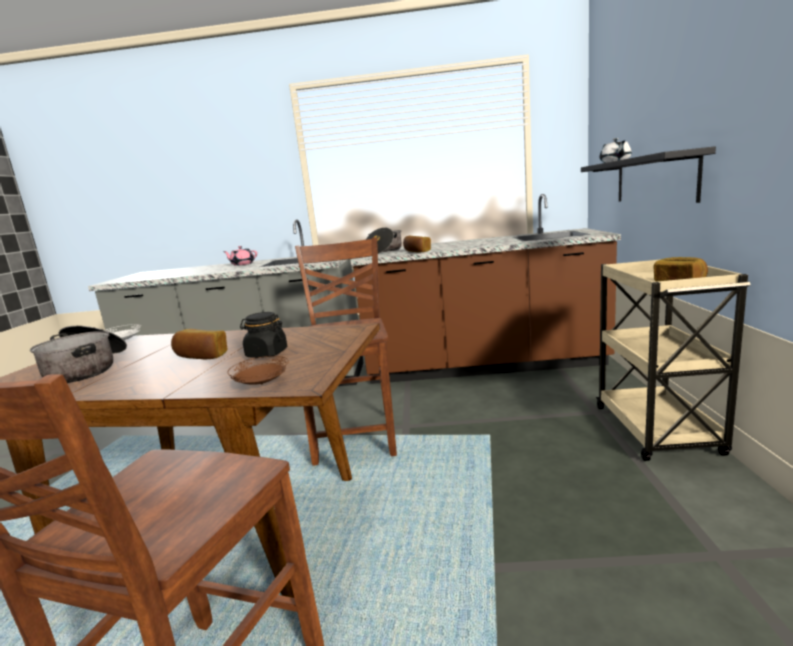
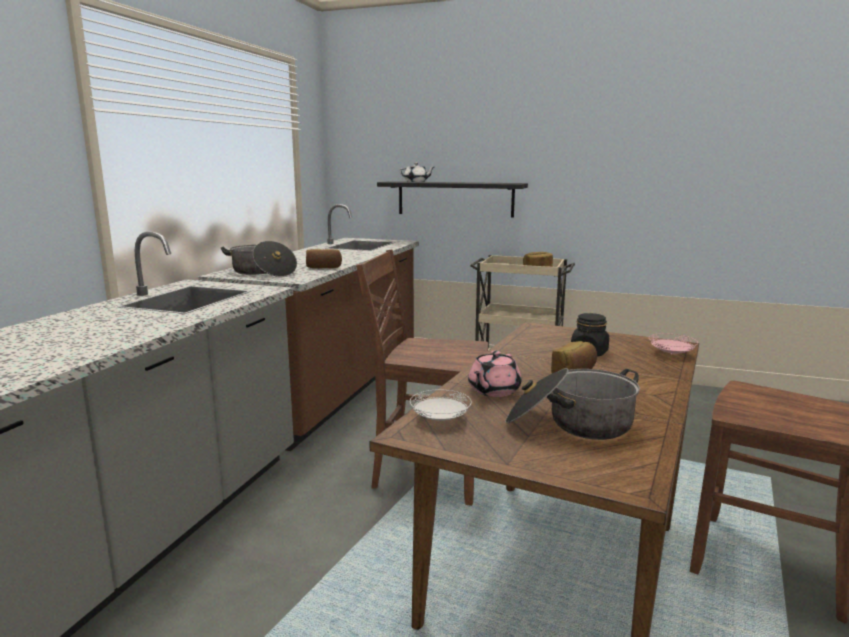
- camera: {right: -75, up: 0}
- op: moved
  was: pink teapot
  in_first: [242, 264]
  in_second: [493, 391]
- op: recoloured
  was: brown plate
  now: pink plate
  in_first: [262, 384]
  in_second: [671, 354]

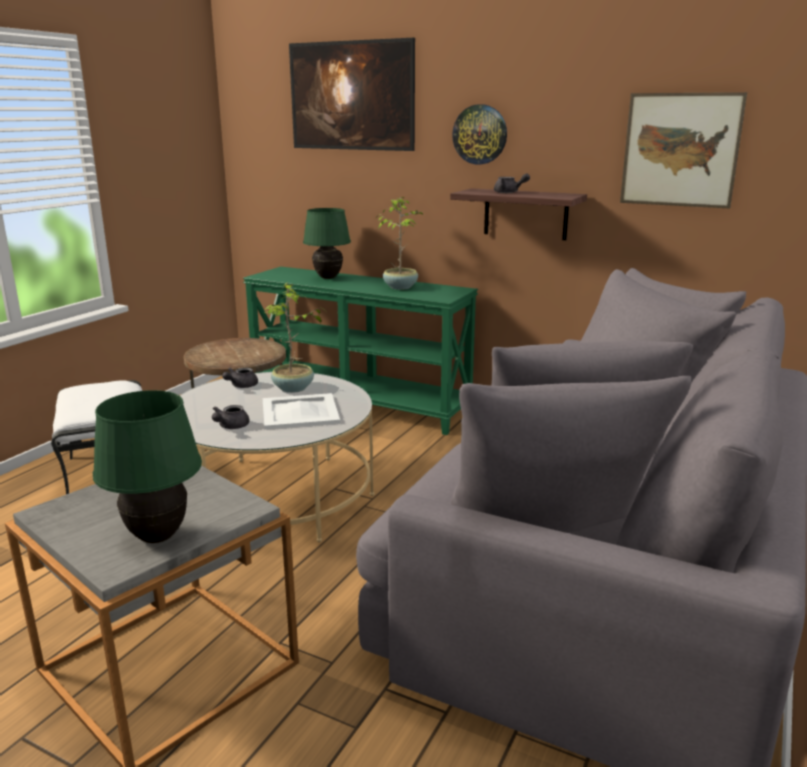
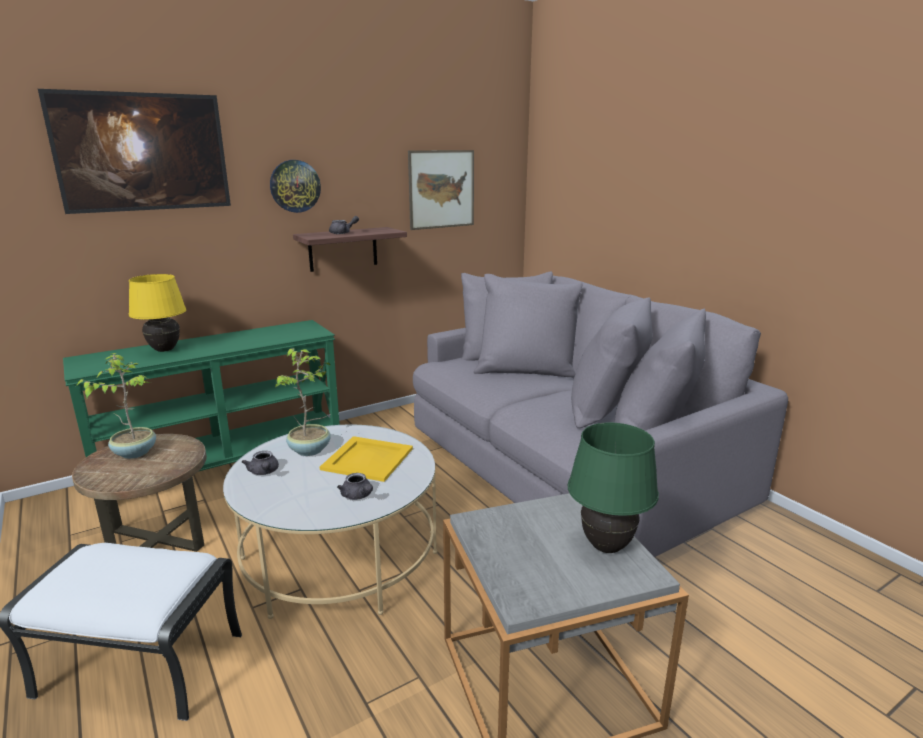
- camera: {right: -60, up: 0}
- op: recoloured
  was: white tray
  now: yellow tray
  in_first: [299, 411]
  in_second: [366, 459]
- op: recoloured
  was: green table lamp
  now: yellow table lamp
  in_first: [328, 278]
  in_second: [165, 350]
- op: moved
  was: potted plant
  in_first: [400, 287]
  in_second: [134, 452]

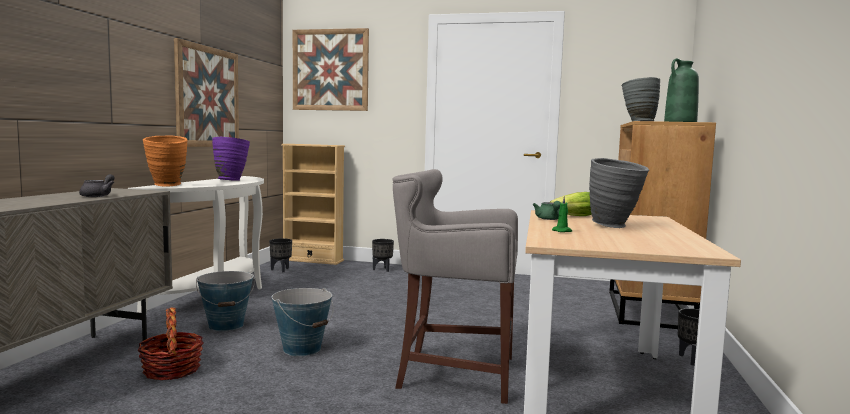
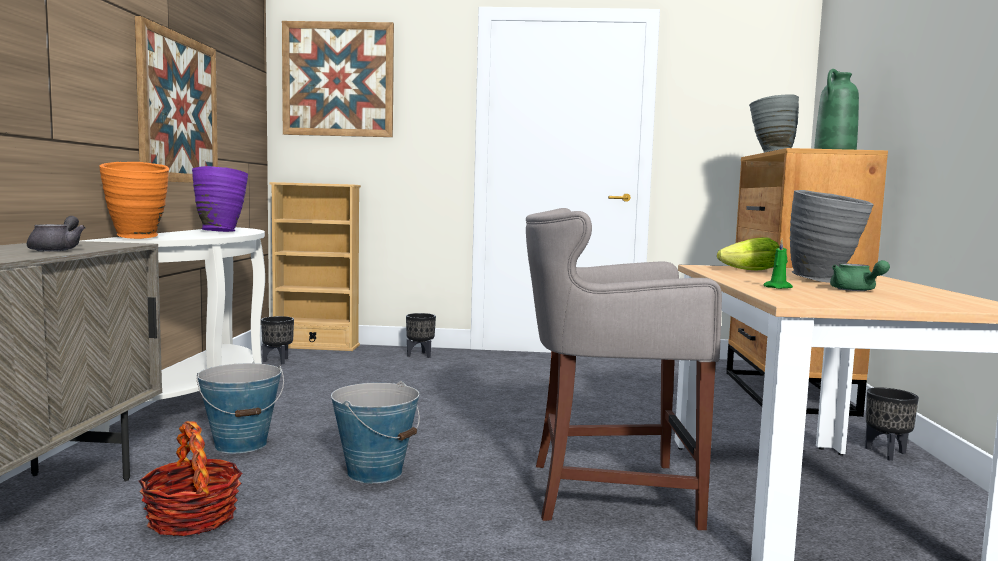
- camera: {right: -10, up: 0}
- op: moved
  was: green teapot
  in_first: [549, 219]
  in_second: [856, 290]

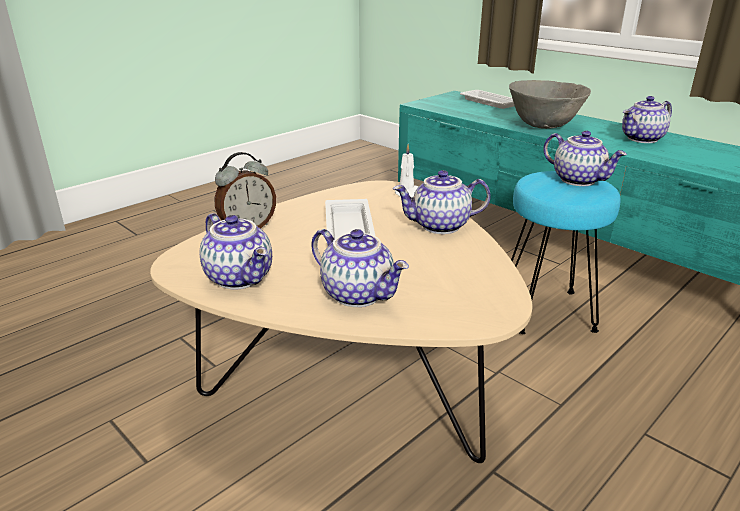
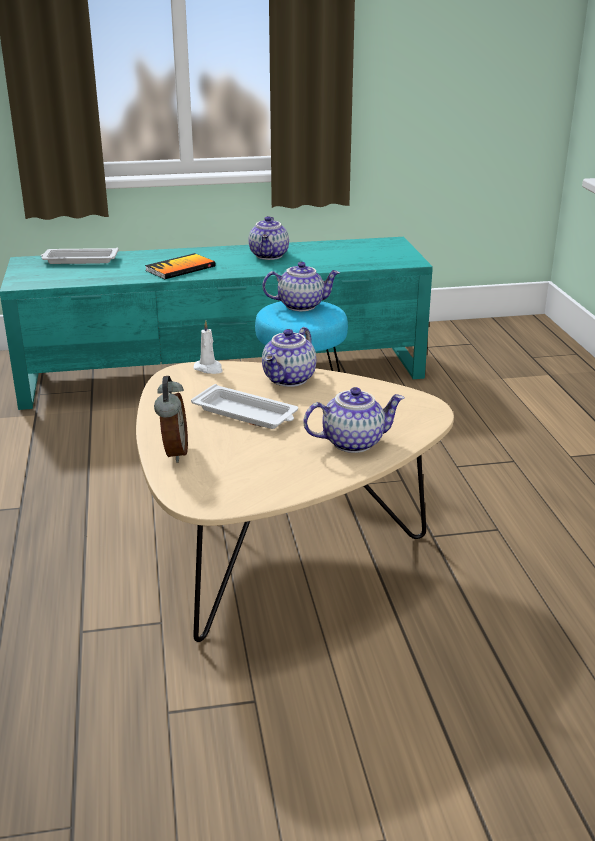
- camera: {right: -55, up: 0}
- op: removed
  was: teapot
  in_first: [241, 278]
- op: replaced
  was: grey bowl
  now: book
  in_first: [543, 125]
  in_second: [180, 268]

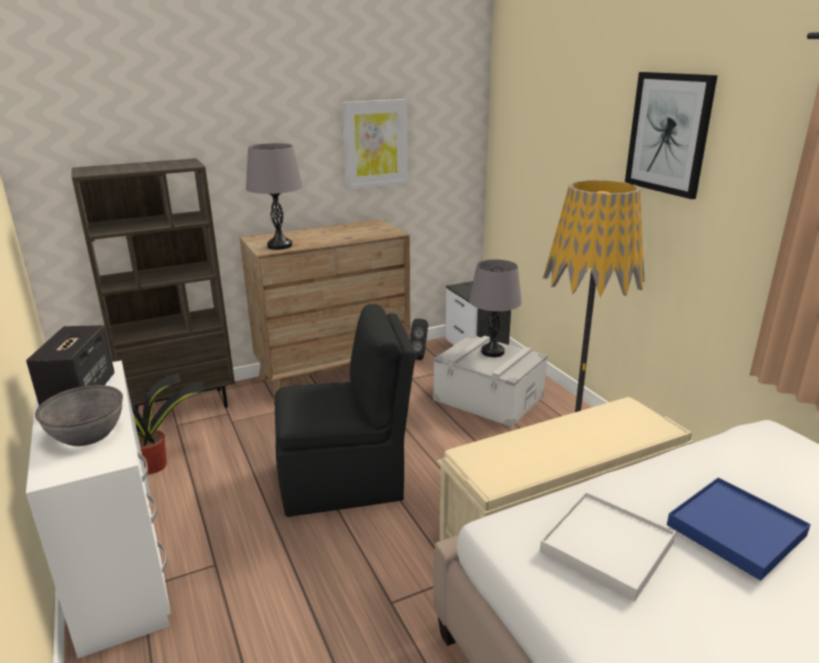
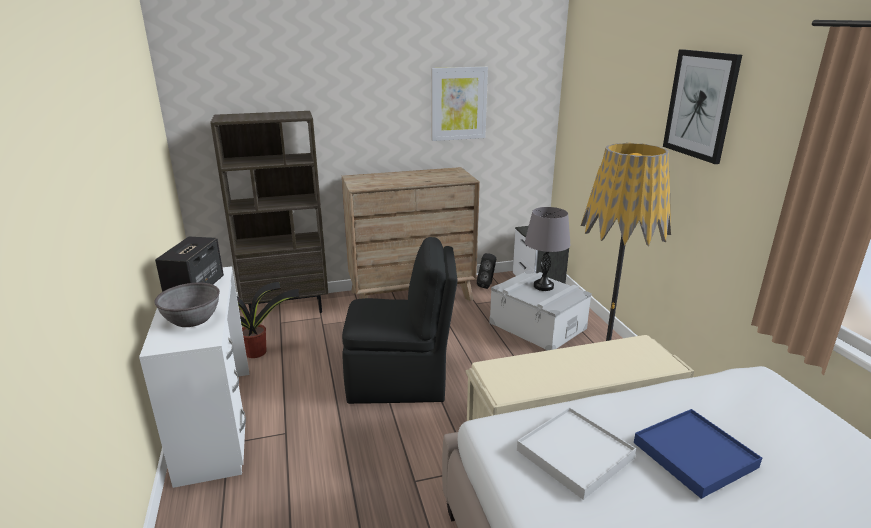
- camera: {right: 10, up: 0}
- op: removed
  was: grey table lamp
  in_first: [279, 246]

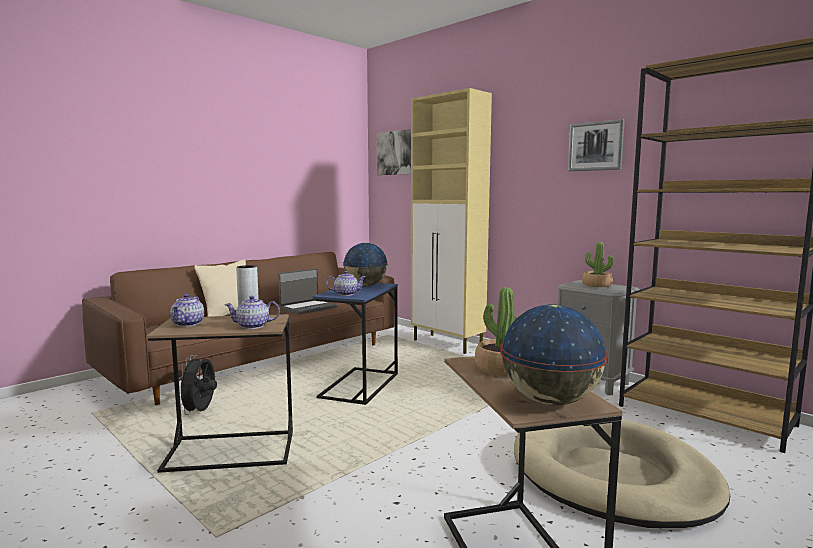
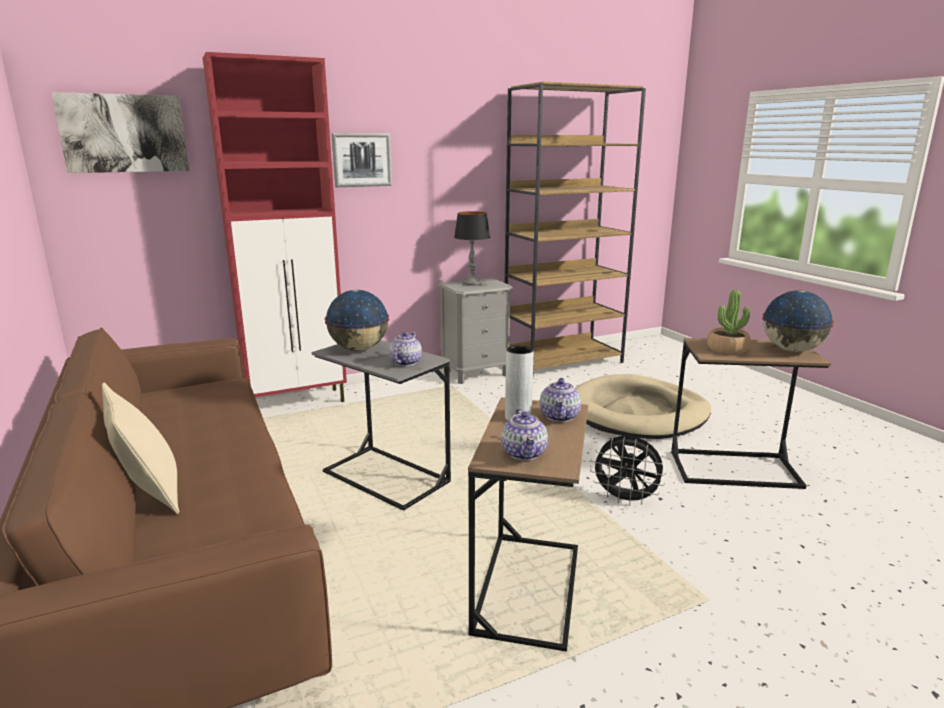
- camera: {right: -70, up: 10}
- op: turned
  was: teapot
  in_first: [188, 324]
  in_second: [524, 453]
  clockwise: 60
- op: moved
  was: black fan
  in_first: [200, 412]
  in_second: [626, 499]
- op: removed
  was: laptop
  in_first: [308, 308]
- op: recoloured
  was: blue side table
  now: grey side table
  in_first: [359, 386]
  in_second: [386, 477]
- op: recoloured
  was: beige cabinet
  now: red cabinet
  in_first: [448, 344]
  in_second: [298, 402]
- op: moved
  was: picture
  in_first: [595, 146]
  in_second: [362, 160]
- op: replaced
  was: potted plant
  now: table lamp
  in_first: [596, 285]
  in_second: [472, 283]

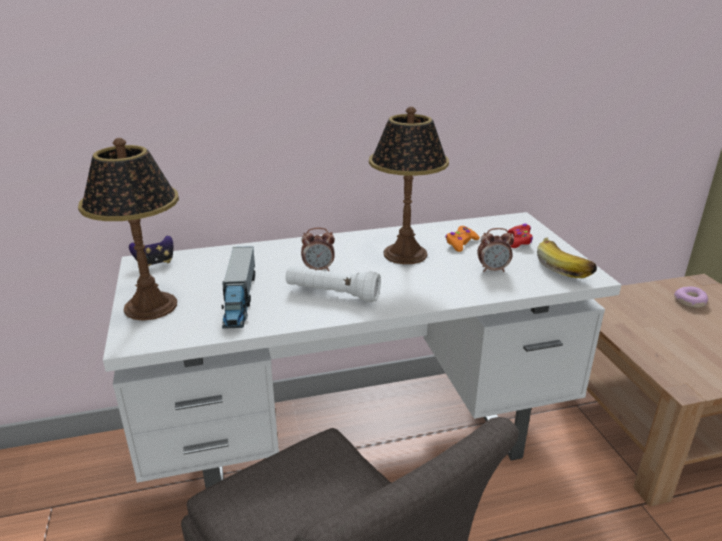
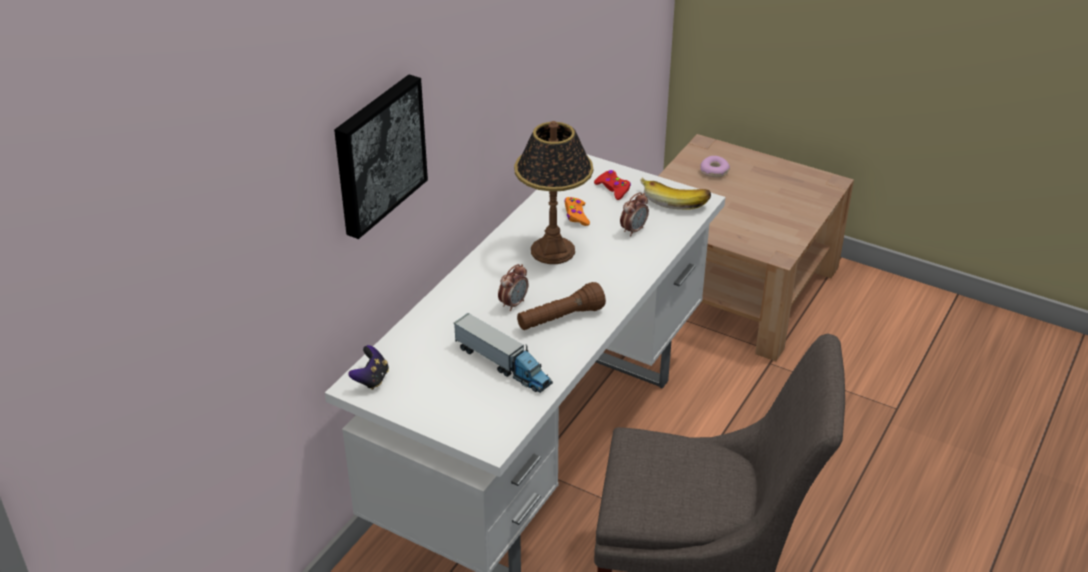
- camera: {right: -45, up: 10}
- op: removed
  was: table lamp
  in_first: [150, 306]
- op: recoloured
  was: white flashlight
  now: brown flashlight
  in_first: [332, 294]
  in_second: [560, 319]
- op: added
  now: picture
  in_second: [377, 154]

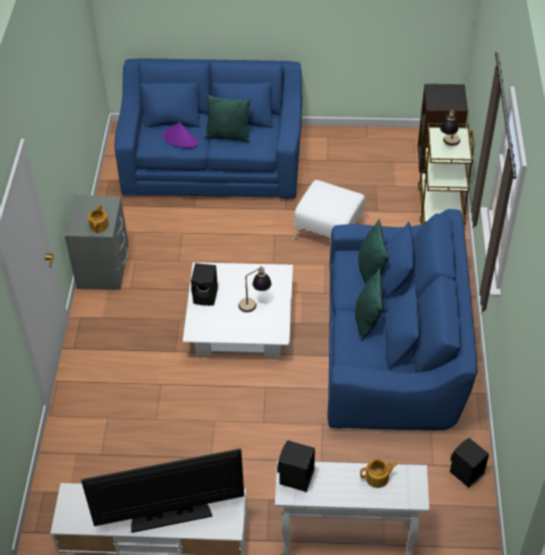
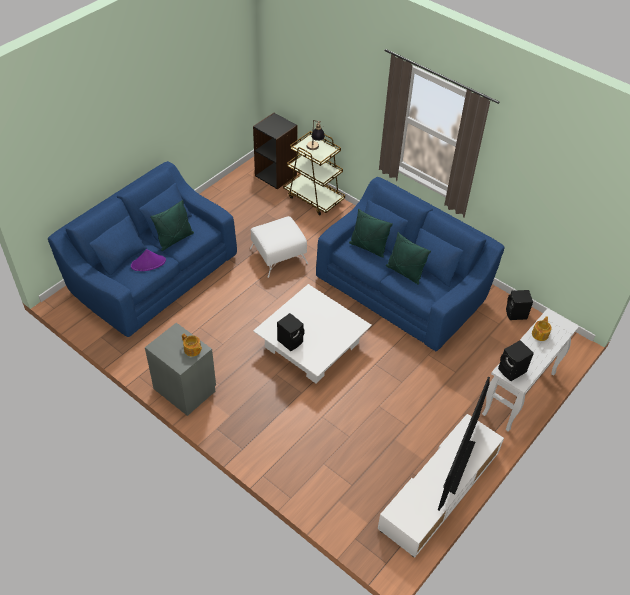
- camera: {right: -55, up: 0}
- op: removed
  was: table lamp
  in_first: [255, 303]

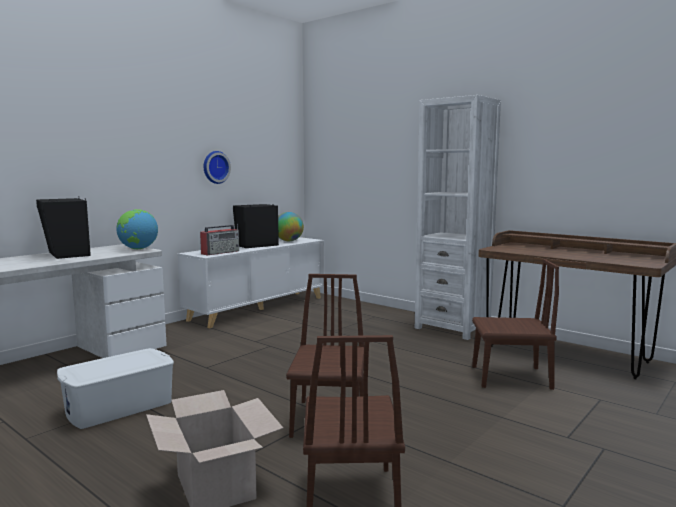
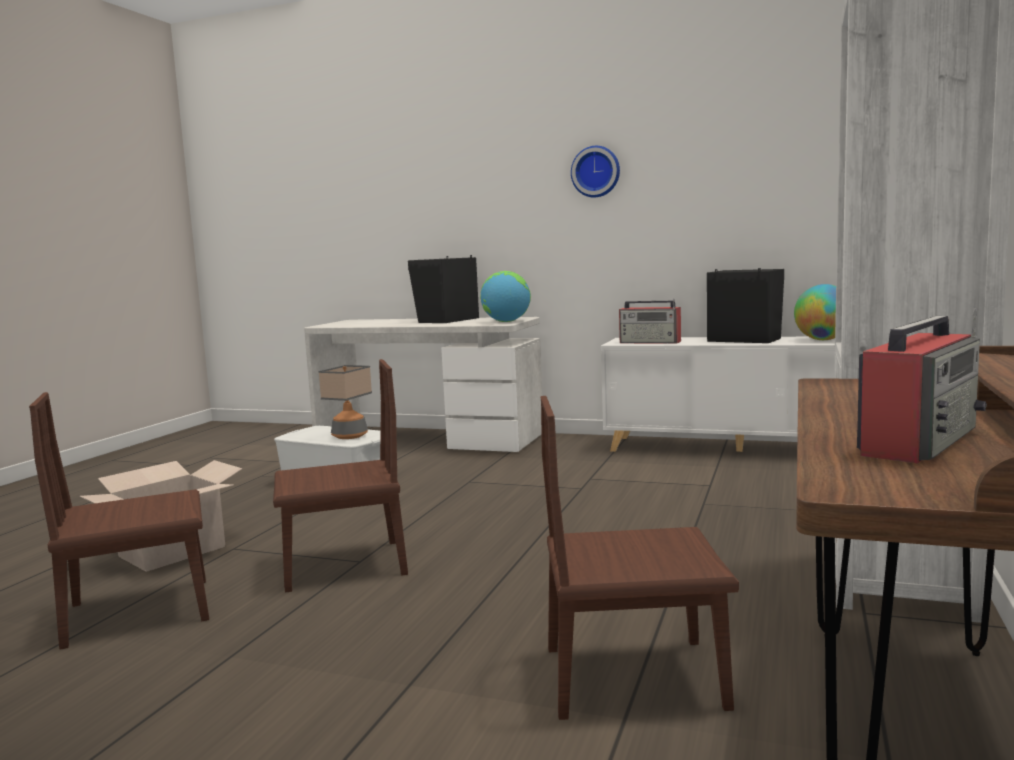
- camera: {right: 70, up: 0}
- op: moved
  was: wall clock
  in_first: [215, 167]
  in_second: [596, 172]
- op: turned
  was: brown chair
  in_first: [510, 377]
  in_second: [634, 677]
  clockwise: 105
- op: added
  now: table lamp
  in_second: [350, 436]
- op: added
  now: radio
  in_second: [919, 441]

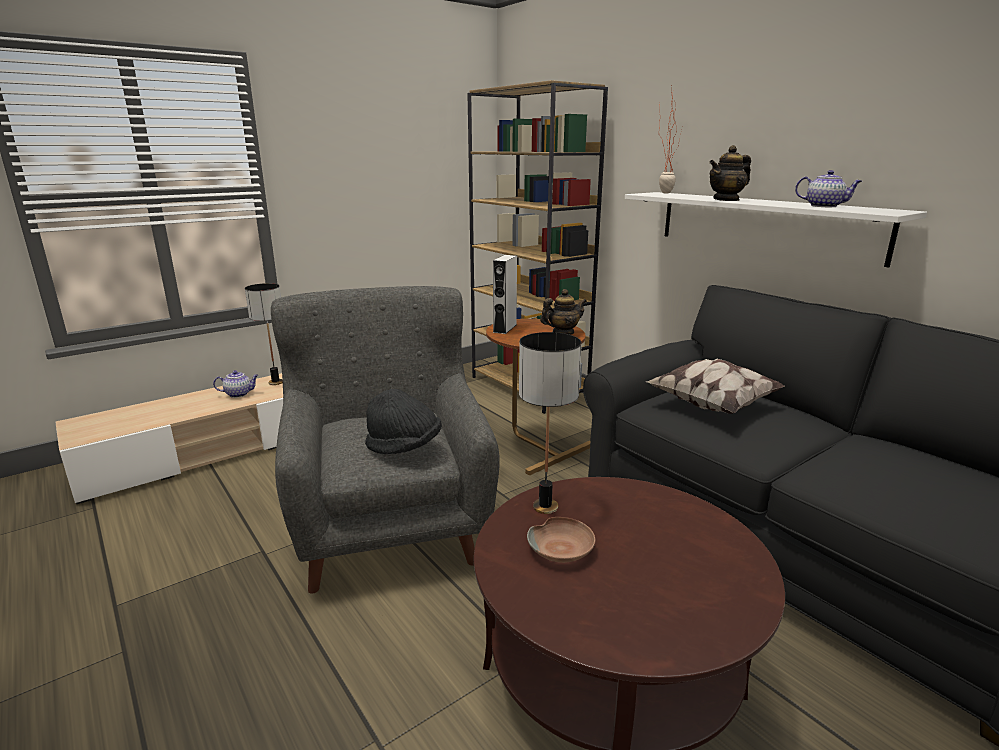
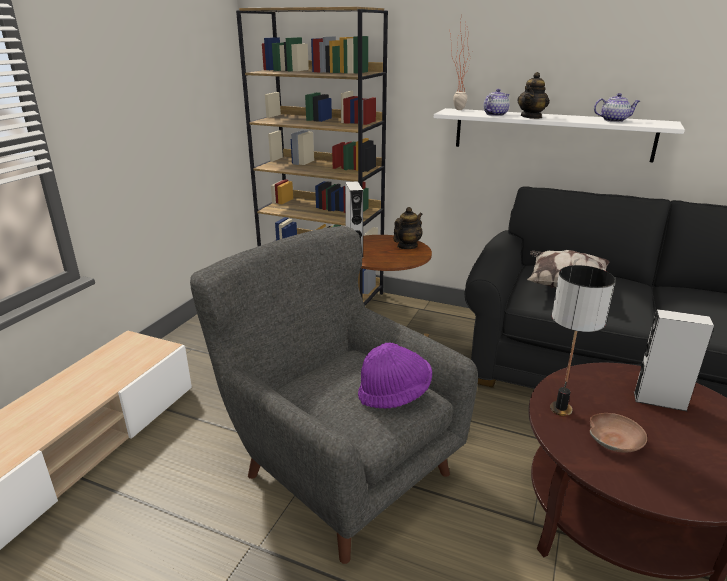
- camera: {right: -30, up: 5}
- op: moved
  was: teapot
  in_first: [239, 394]
  in_second: [495, 114]
- op: removed
  was: table lamp
  in_first: [276, 382]
- op: recoloured
  was: black hat
  now: purple hat
  in_first: [404, 447]
  in_second: [394, 394]
- op: added
  now: grey speaker
  in_second: [659, 401]

